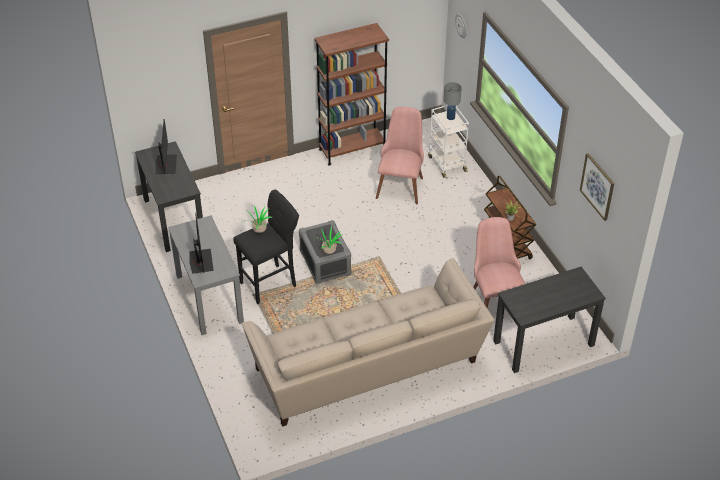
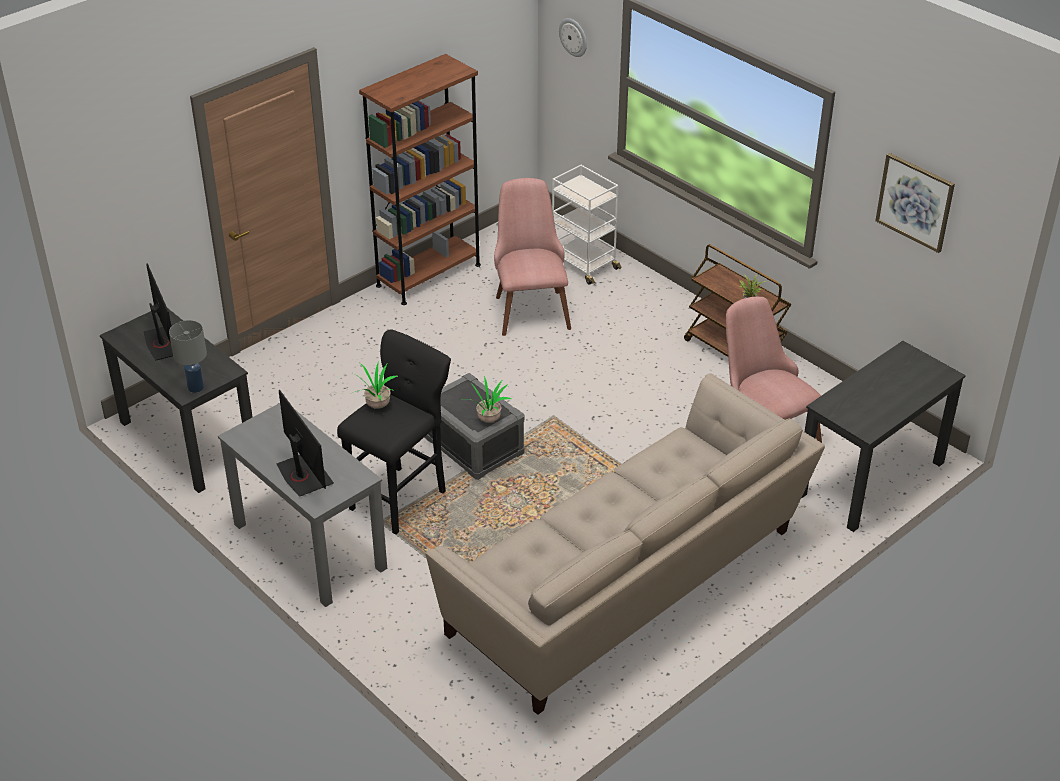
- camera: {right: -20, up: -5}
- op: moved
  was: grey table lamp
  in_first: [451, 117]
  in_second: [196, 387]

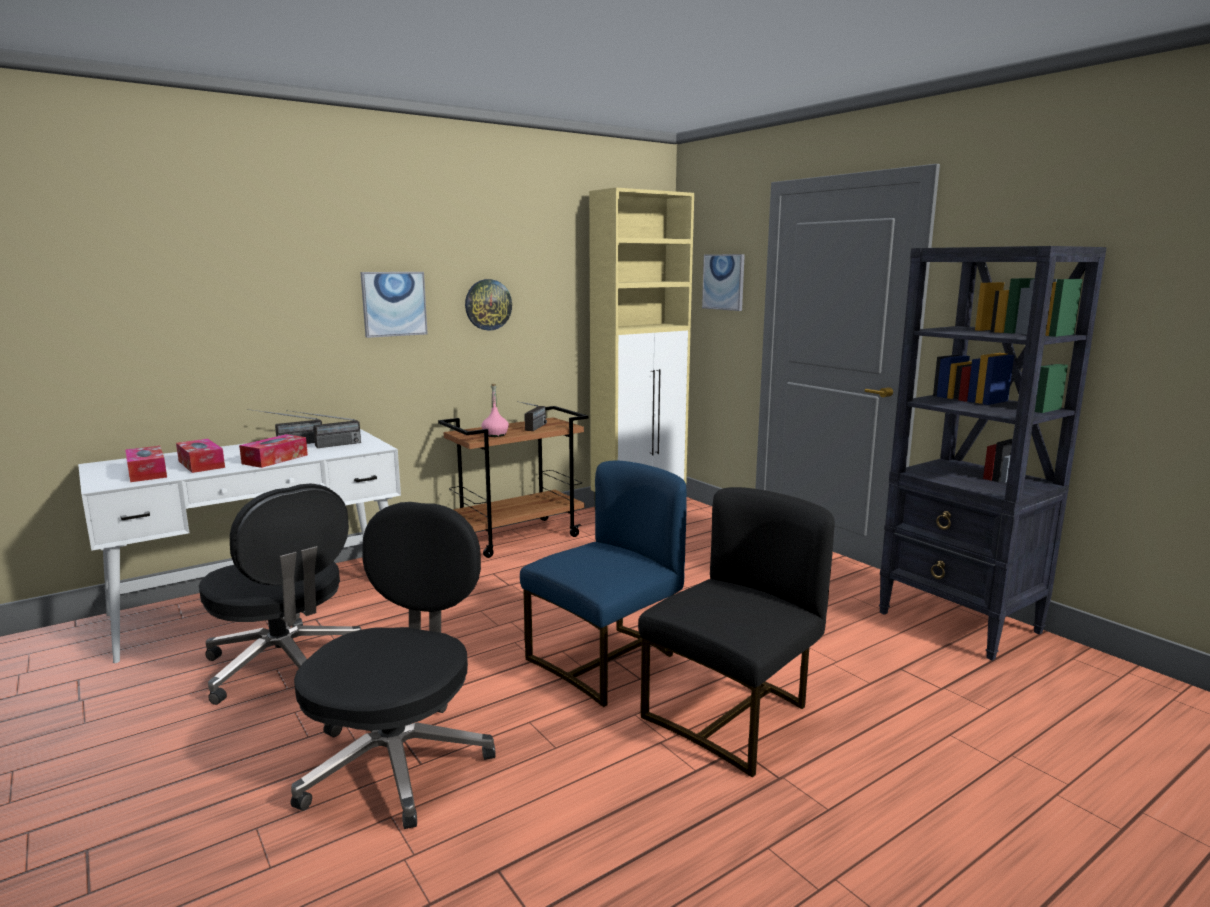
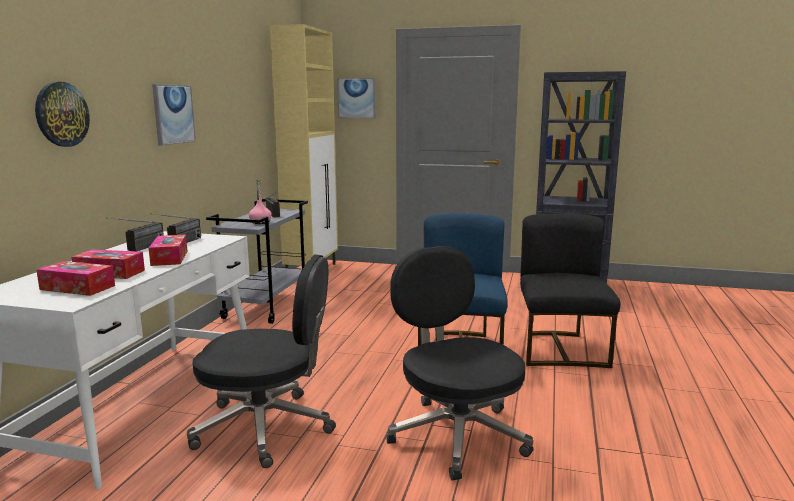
- camera: {right: -40, up: 0}
- op: recoloured
  was: brown cart
  now: grey cart
  in_first: [518, 537]
  in_second: [266, 306]
- op: moved
  was: wall clock
  in_first: [488, 304]
  in_second: [61, 114]

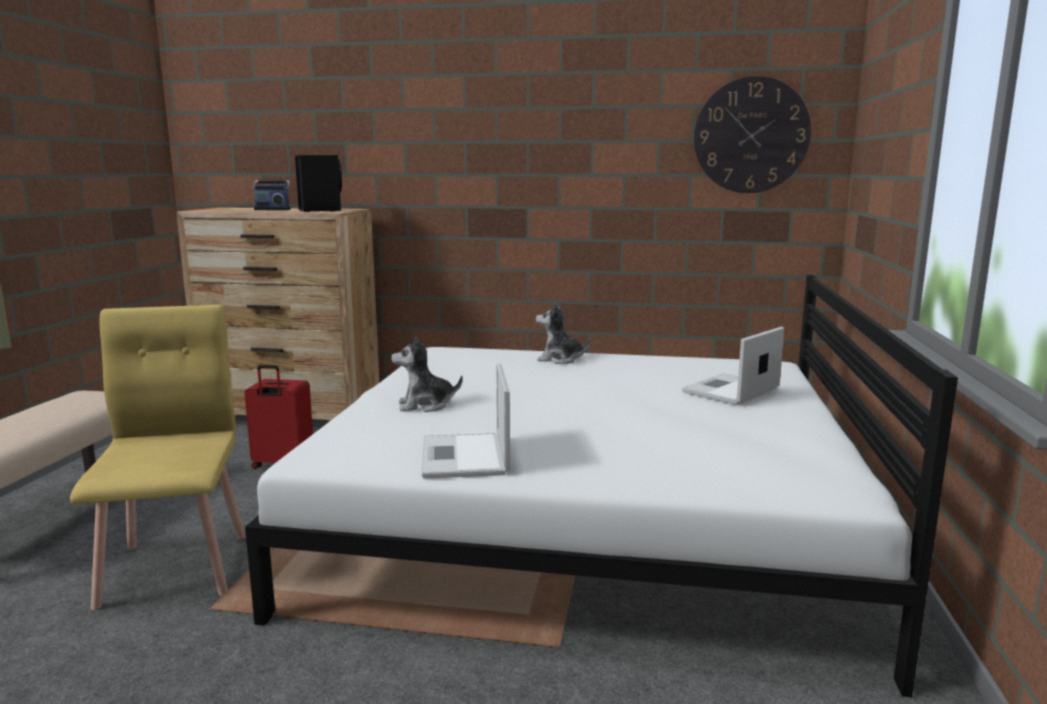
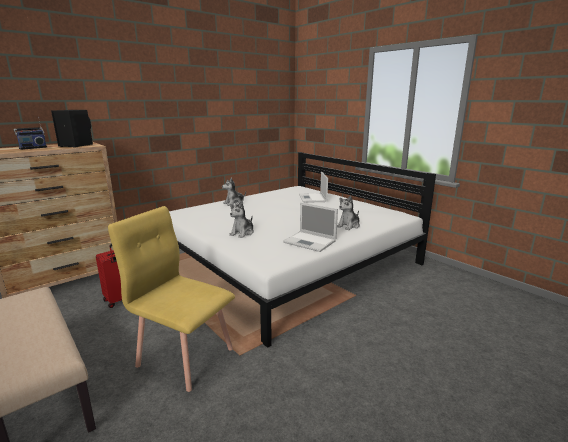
- camera: {right: -50, up: 5}
- op: removed
  was: wall clock
  in_first: [751, 135]
- op: added
  now: plush toy
  in_second: [348, 226]

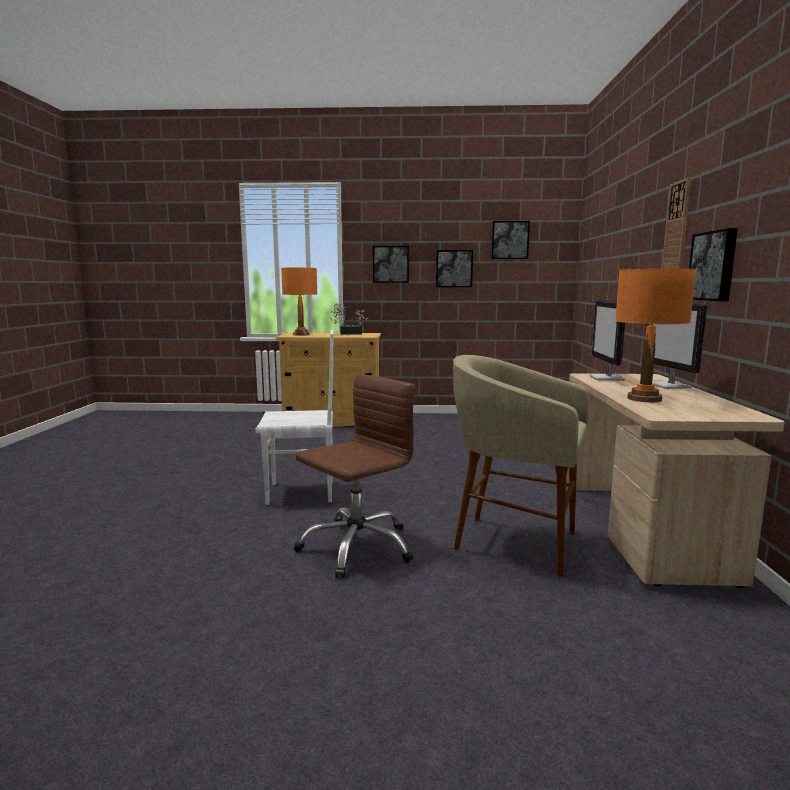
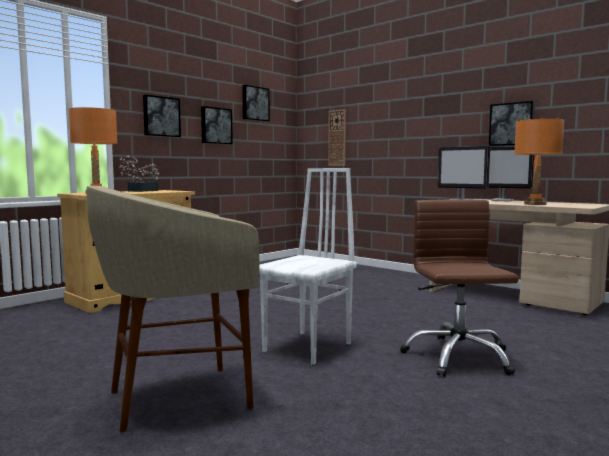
- camera: {right: -50, up: -5}
- op: moved
  was: beige stool
  in_first: [514, 543]
  in_second: [178, 398]
- op: moved
  was: wall clock
  in_first: [676, 234]
  in_second: [337, 138]

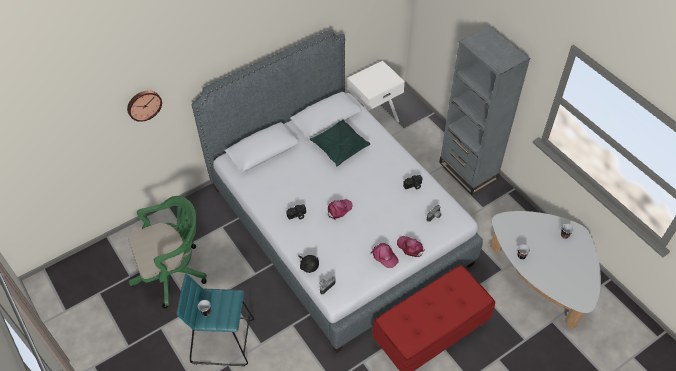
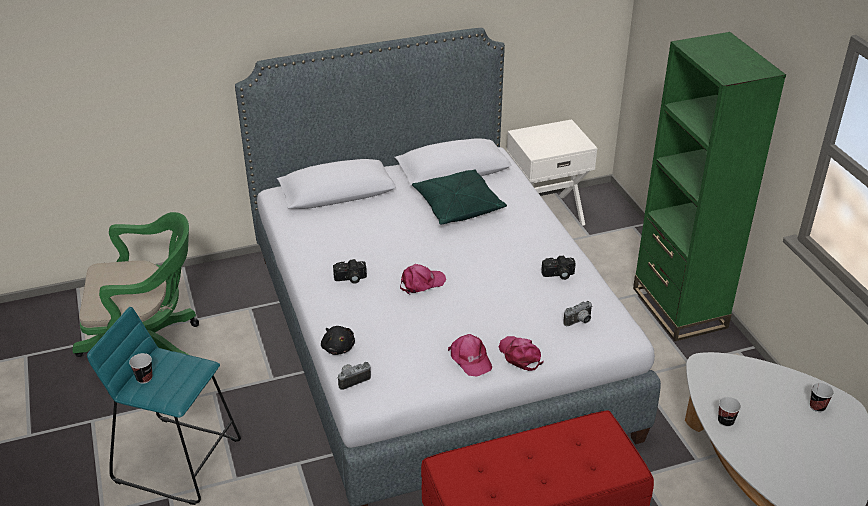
- camera: {right: 15, up: -15}
- op: removed
  was: wall clock
  in_first: [143, 104]
- op: recoloured
  was: grey bookcase
  now: green bookcase
  in_first: [468, 171]
  in_second: [679, 308]

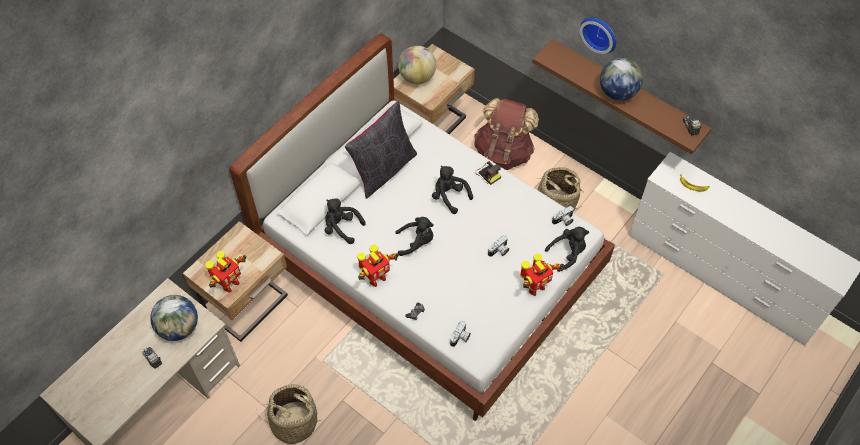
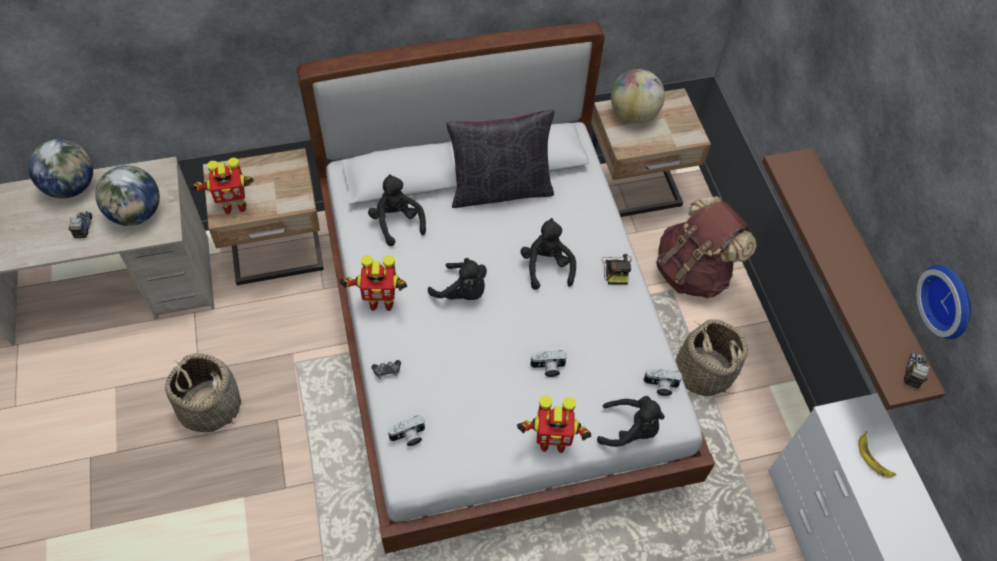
- camera: {right: 35, up: 0}
- op: moved
  was: wall clock
  in_first: [600, 33]
  in_second: [950, 300]
- op: moved
  was: globe
  in_first: [617, 93]
  in_second: [71, 187]

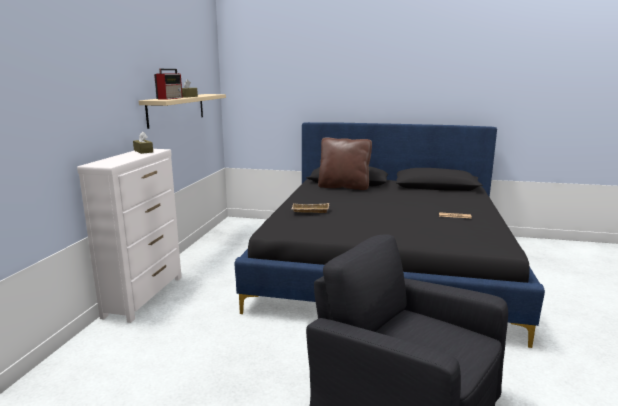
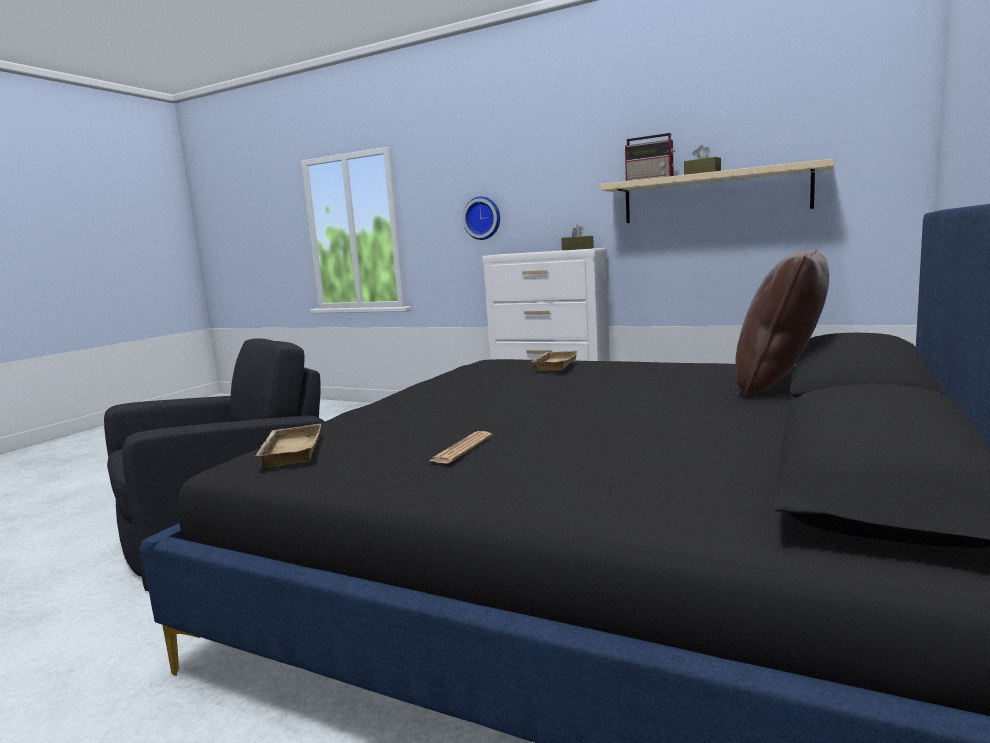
- camera: {right: 105, up: -5}
- op: added
  now: beige tray
  in_second: [289, 451]
- op: added
  now: wall clock
  in_second: [483, 218]

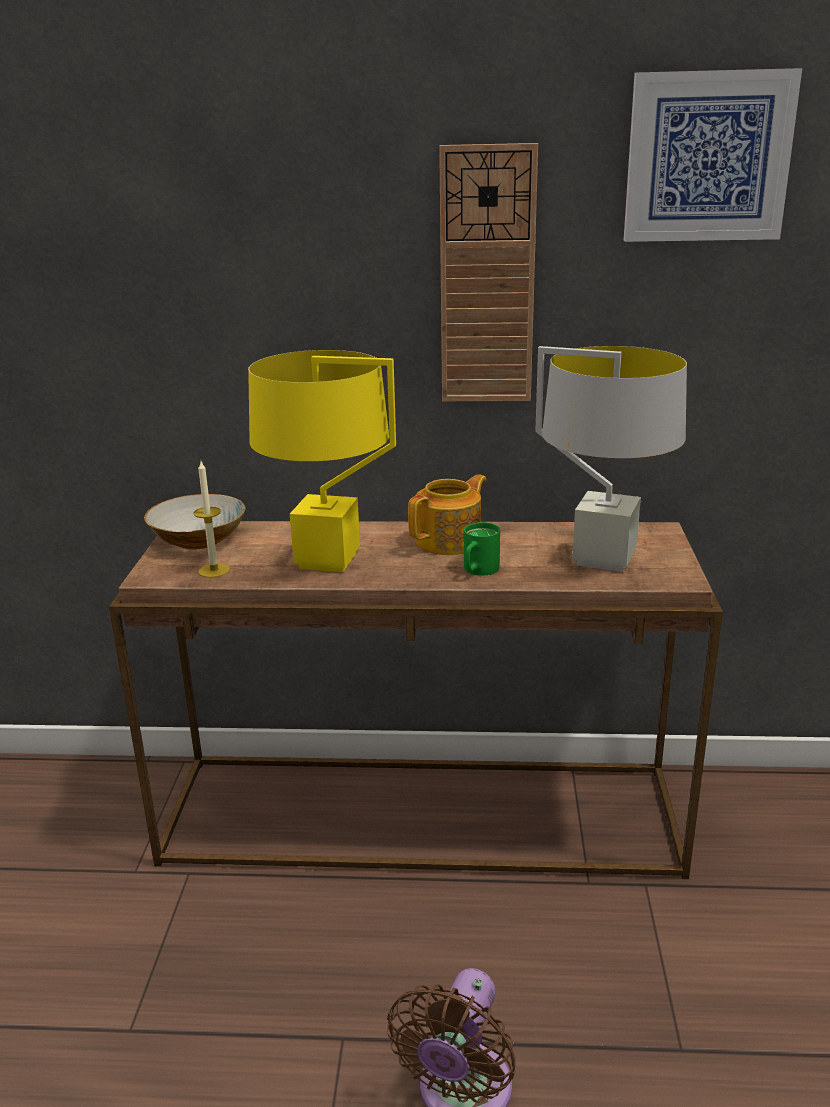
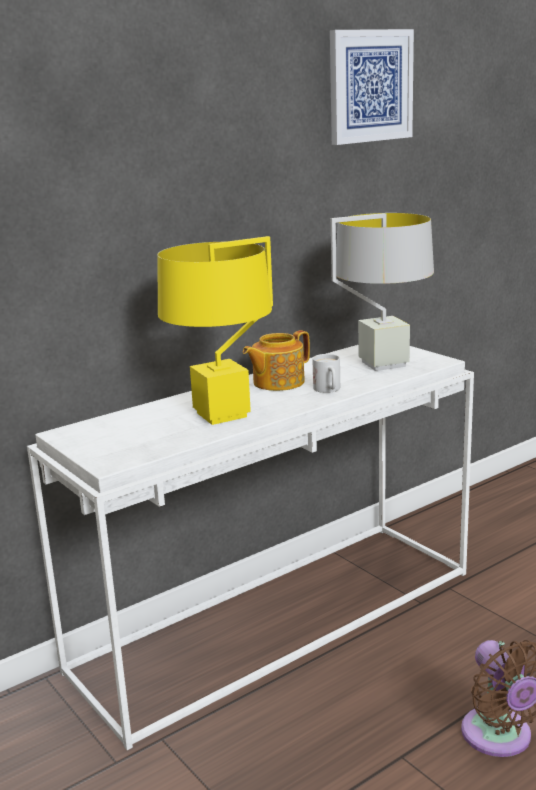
- camera: {right: -40, up: -5}
- op: recoloured
  was: brown console table
  now: white console table
  in_first: [424, 814]
  in_second: [278, 618]
- op: removed
  was: bowl
  in_first: [198, 541]
- op: removed
  was: candle
  in_first: [214, 570]
- op: turned
  was: teapot
  in_first: [450, 541]
  in_second: [277, 382]
  clockwise: -135
- op: removed
  was: wall clock
  in_first: [487, 278]
- op: recoloured
  was: green mug
  now: white mug
  in_first: [478, 571]
  in_second: [328, 390]

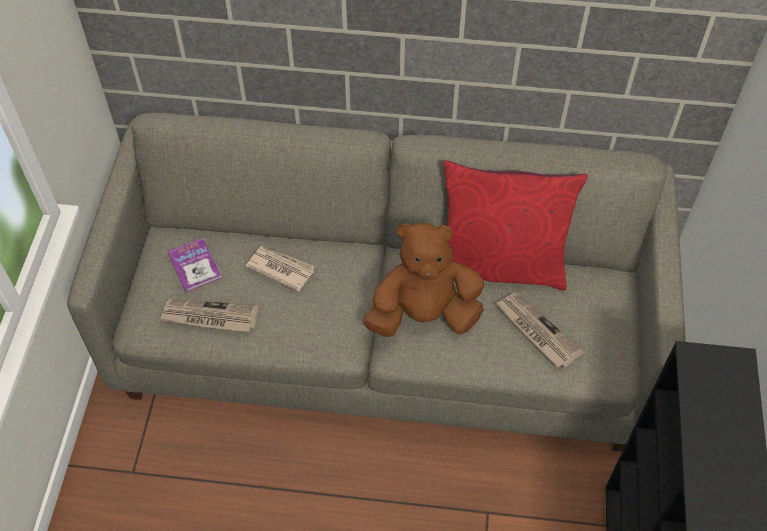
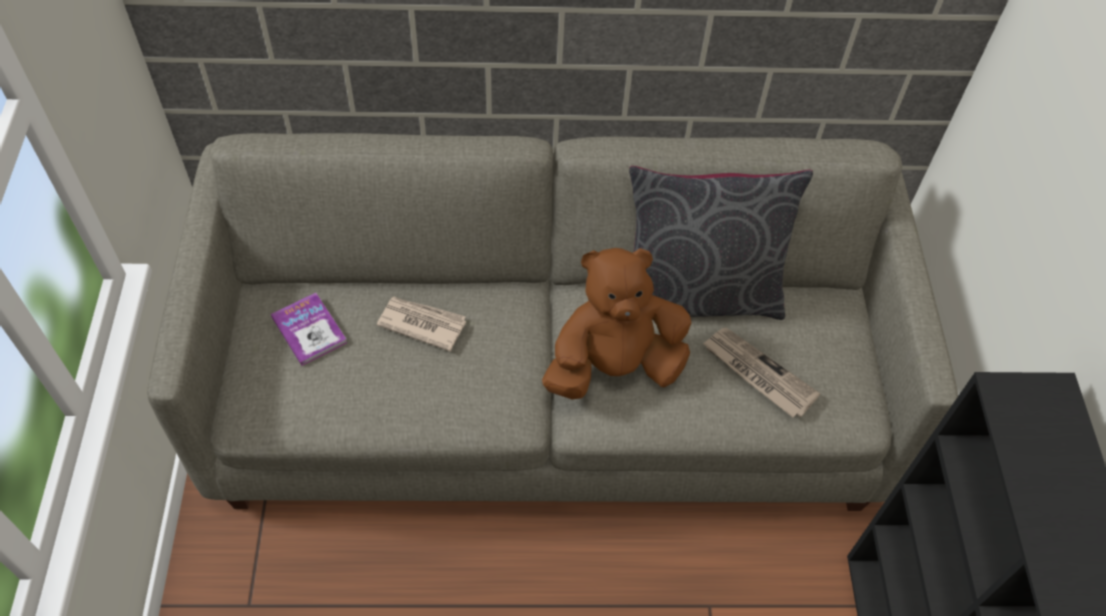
- camera: {right: -10, up: 0}
- op: removed
  was: newspaper
  in_first: [209, 317]
- op: recoloured
  was: red pillow
  now: grey pillow
  in_first: [500, 264]
  in_second: [698, 293]

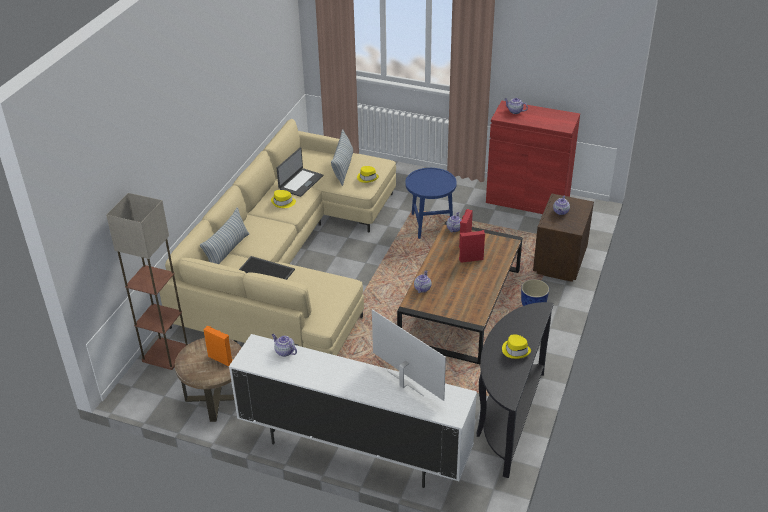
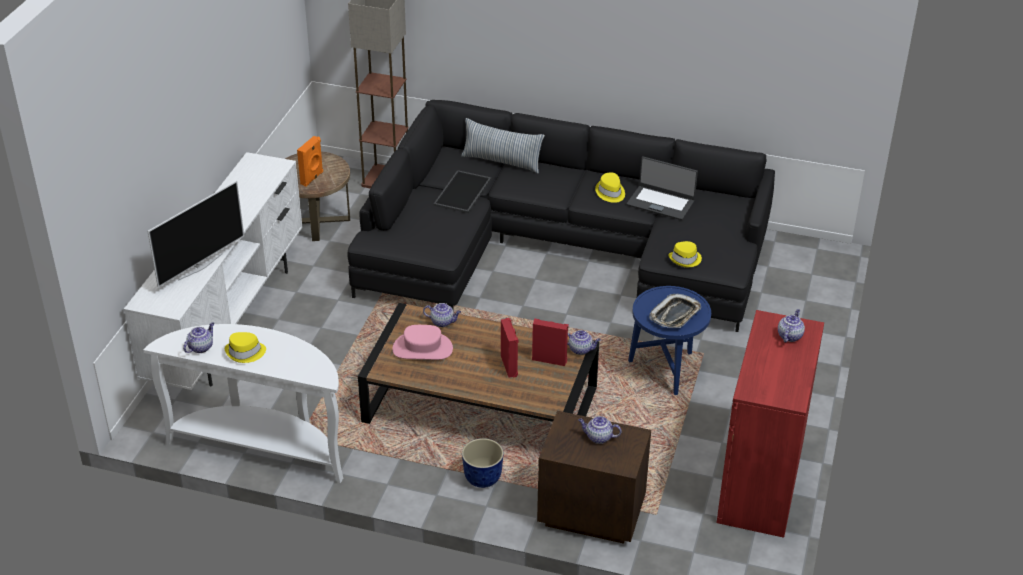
- camera: {right: 85, up: 0}
- op: recoloured
  was: beige sofa
  now: black sofa
  in_first: [288, 262]
  in_second: [558, 248]
- op: moved
  was: teapot
  in_first: [284, 351]
  in_second: [201, 347]
- op: removed
  was: pillow
  in_first: [343, 168]
- op: recoloured
  was: black console table
  now: white console table
  in_first: [507, 418]
  in_second: [263, 446]
- op: added
  now: pink hat
  in_second: [422, 348]
- op: added
  now: tray
  in_second: [675, 315]

